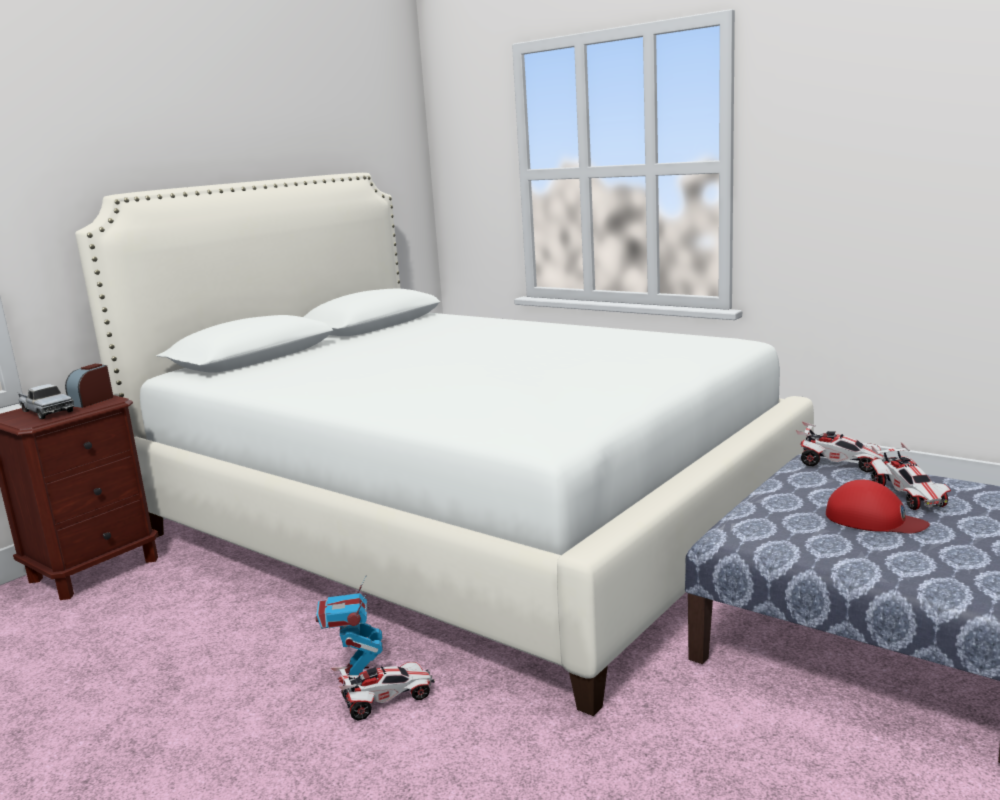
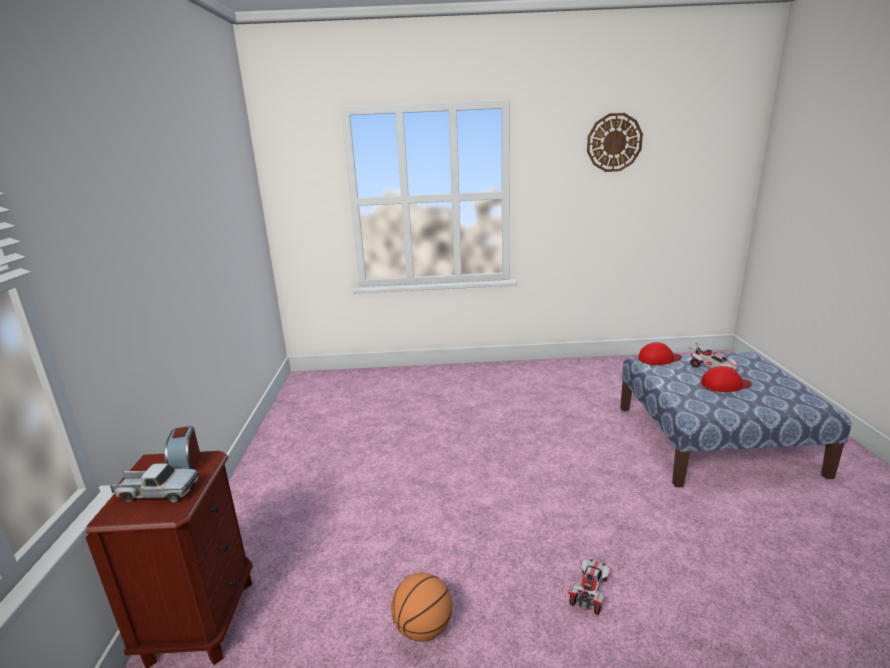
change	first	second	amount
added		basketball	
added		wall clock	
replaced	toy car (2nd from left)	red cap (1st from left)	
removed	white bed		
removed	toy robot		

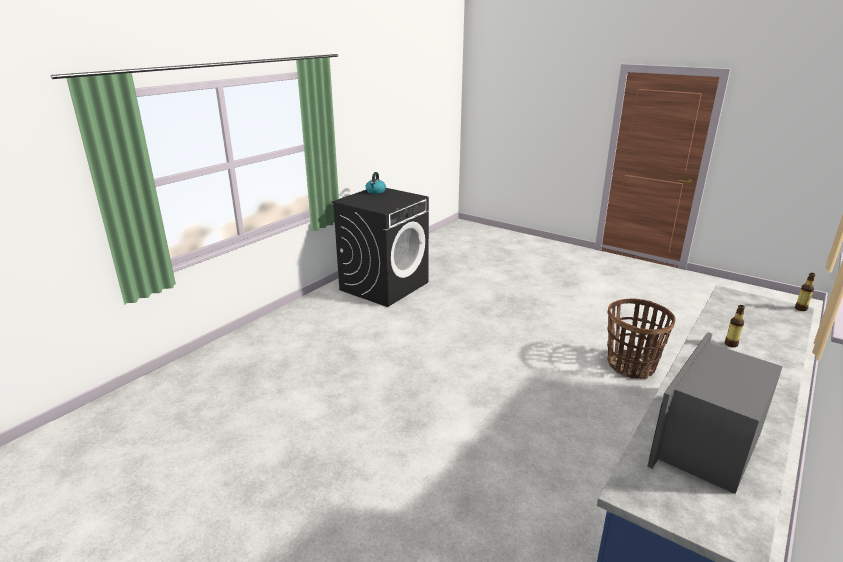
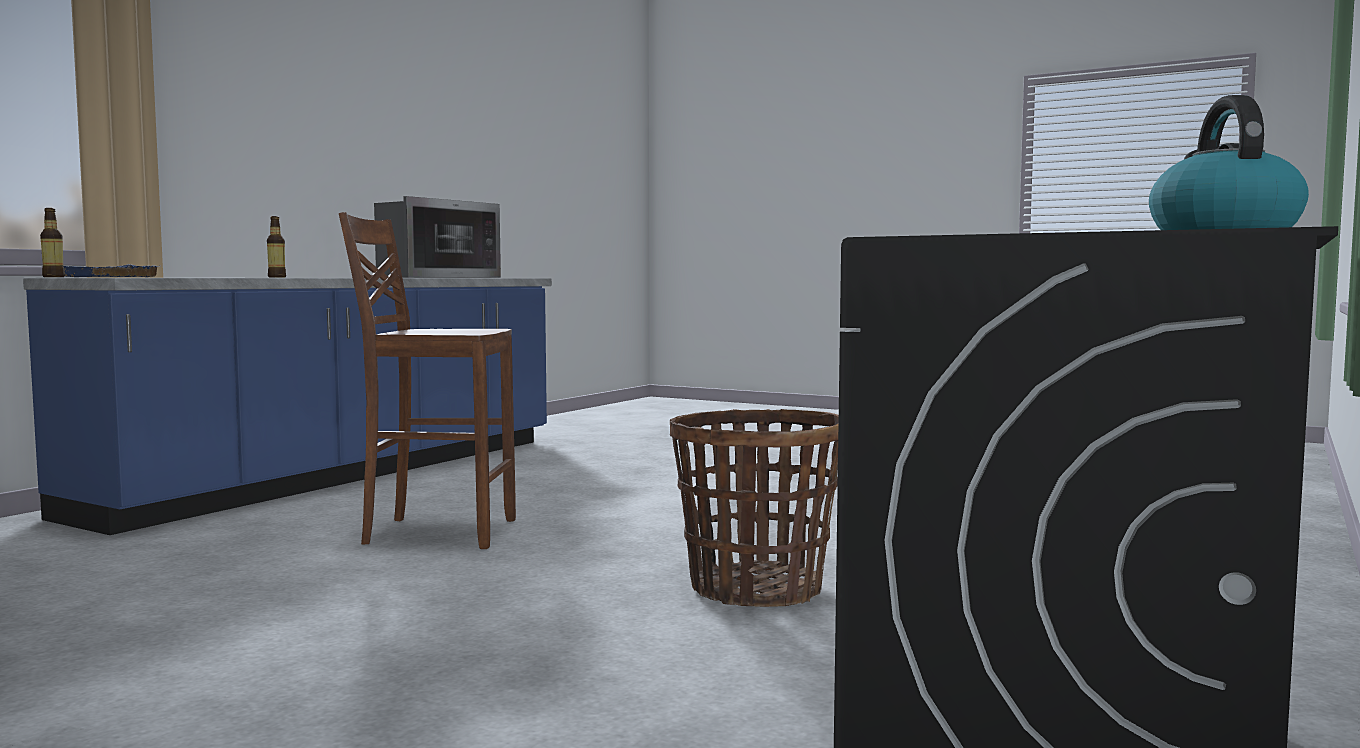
change	first	second	amount
added		blue tray	
added		brown stool	
moved	basket		

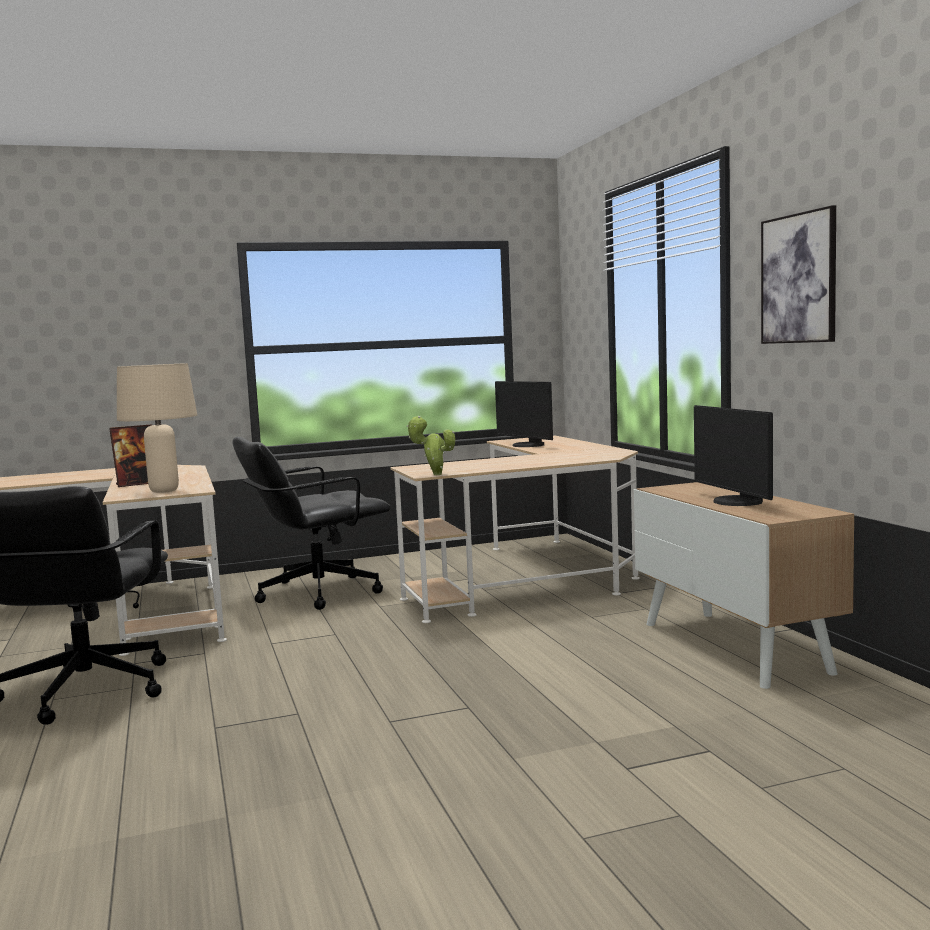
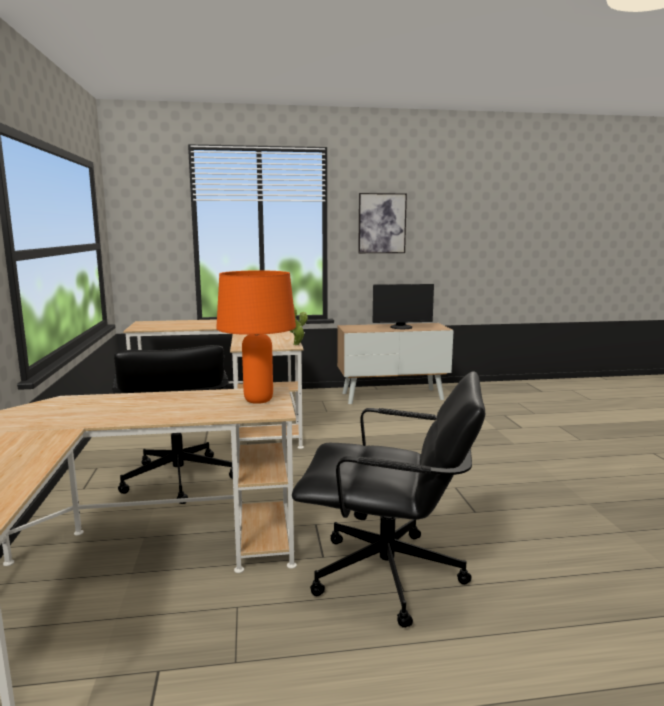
change	first	second	amount
recoloured	beige table lamp	orange table lamp	
removed	picture frame		
removed	monitor (1st from left)		

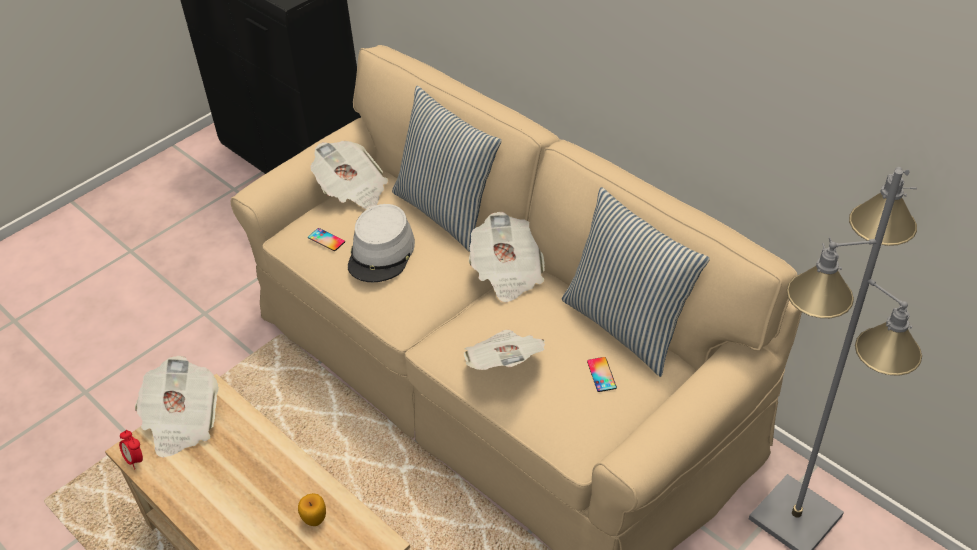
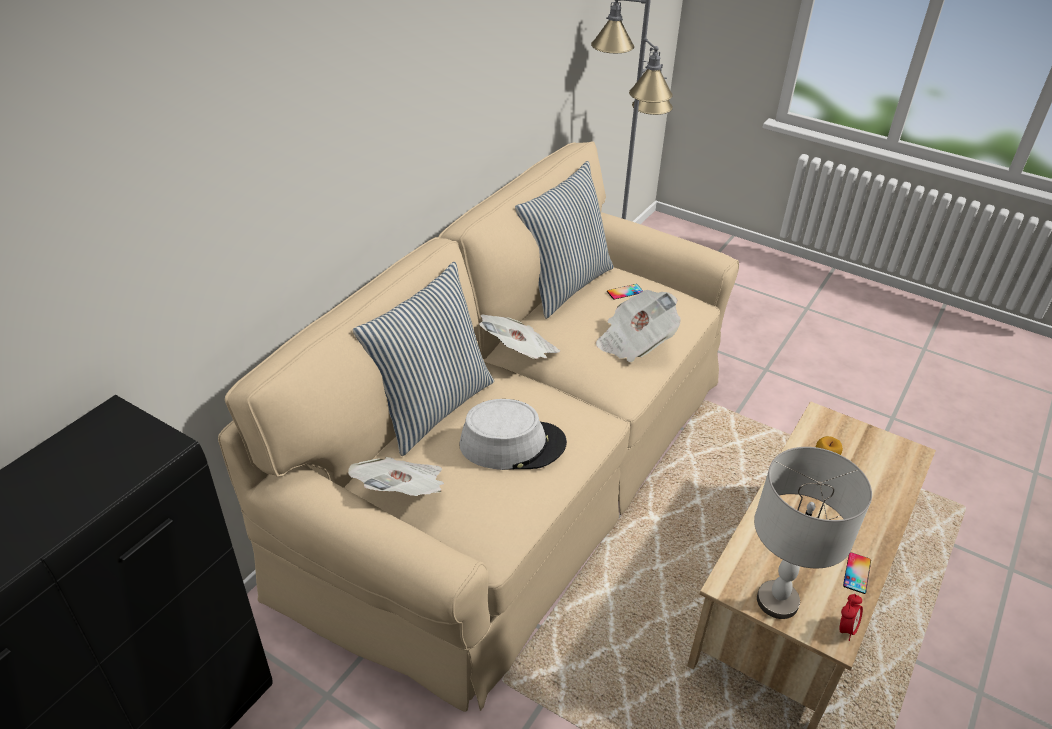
change	first	second	amount
replaced	newspaper (1st from left)	grey table lamp	
moved	phone (1st from left in the first image)	phone (2nd from left)	

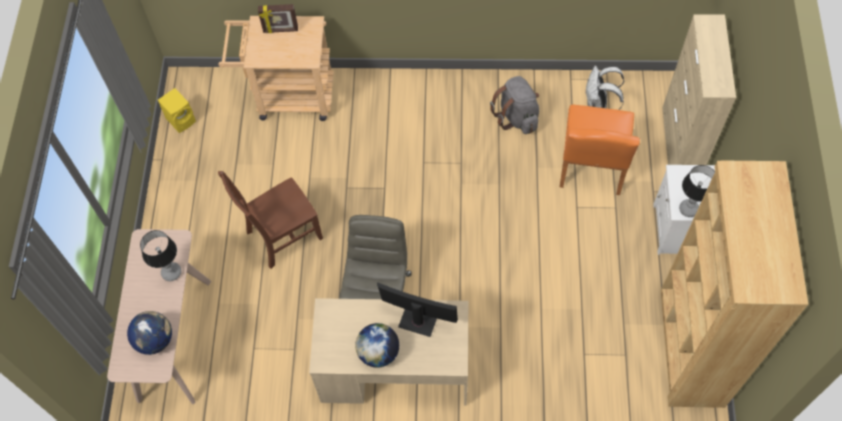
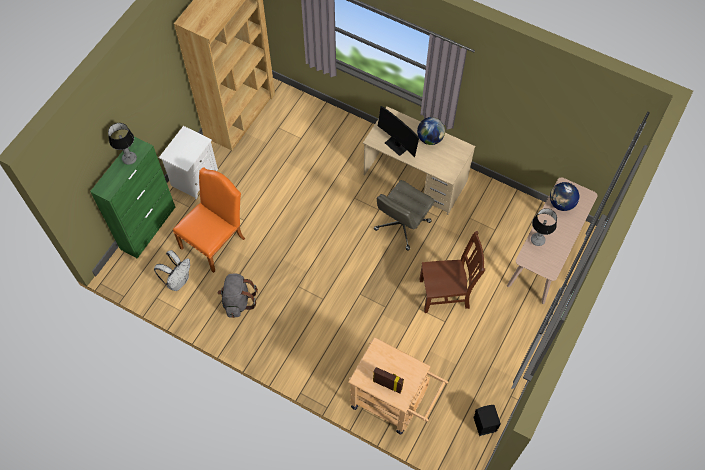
change	first	second	amount
recoloured	beige cabinet	green cabinet	
moved	table lamp (2nd from left in the first image)	table lamp (1st from left)	
recoloured	yellow speaker	black speaker	

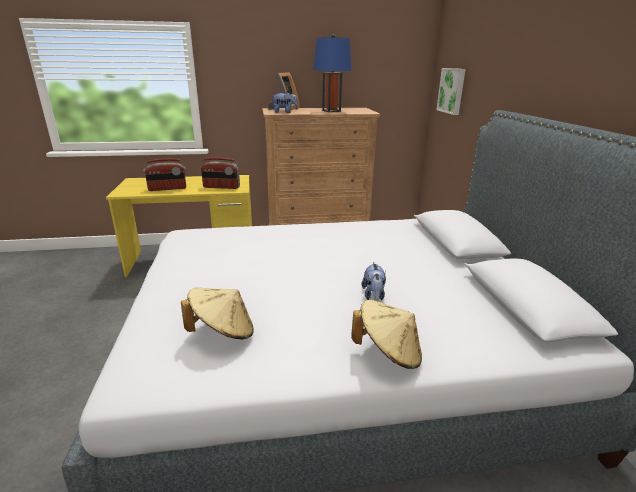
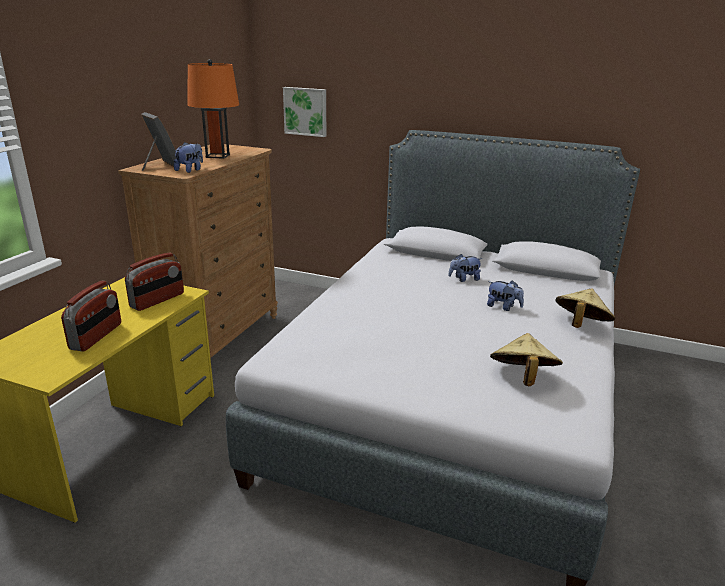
change	first	second	amount
recoloured	blue table lamp	orange table lamp	
added		plush toy (2nd from left)	

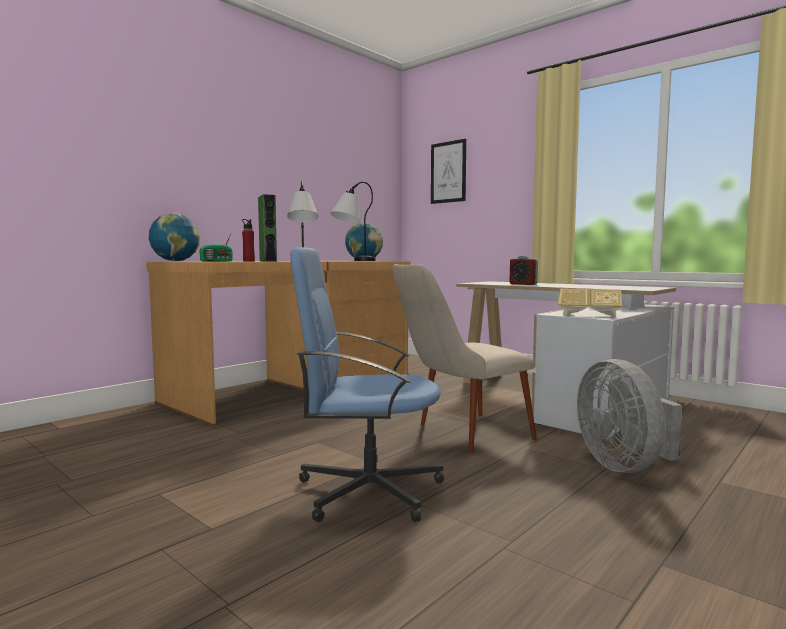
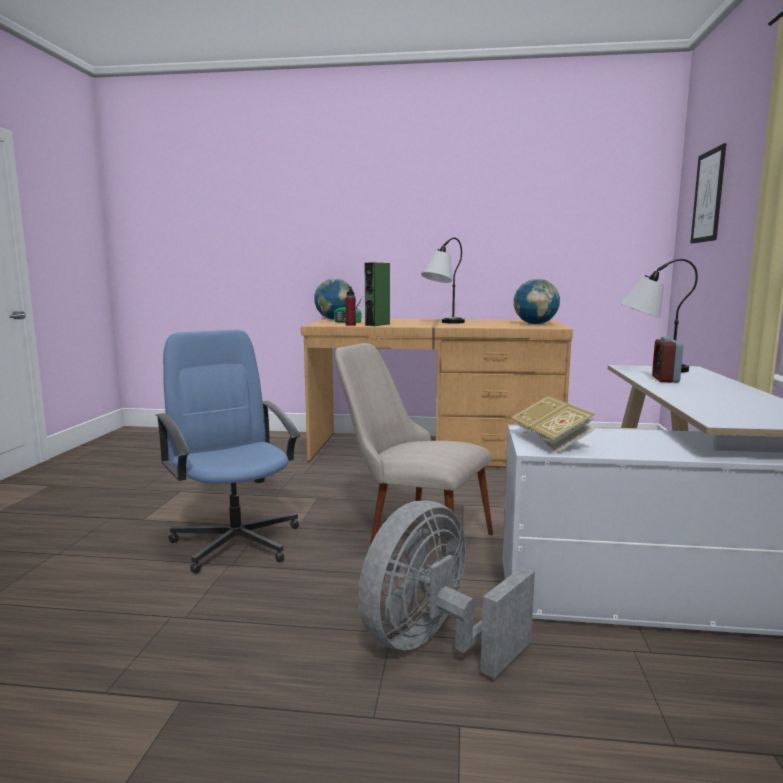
change	first	second	amount
moved	table lamp (2nd from left)		

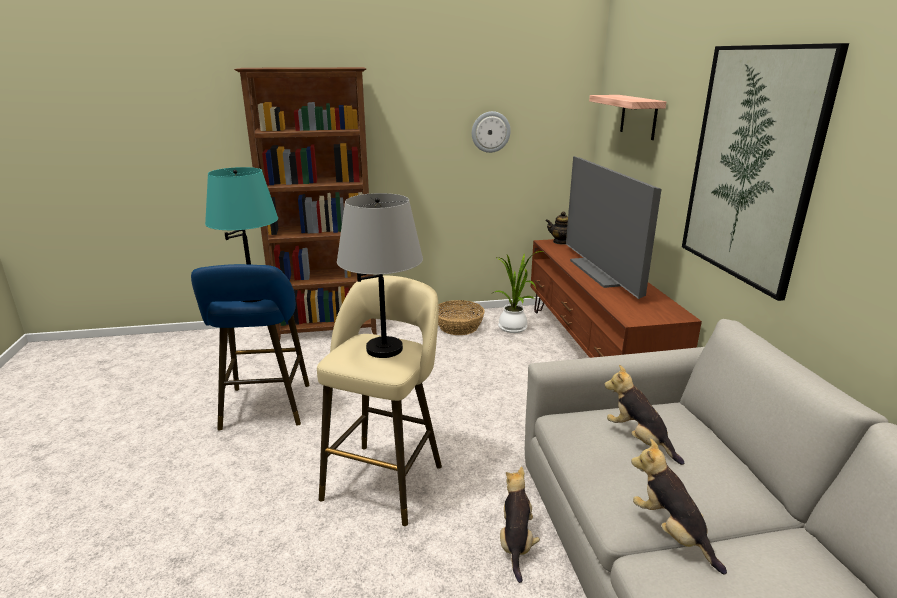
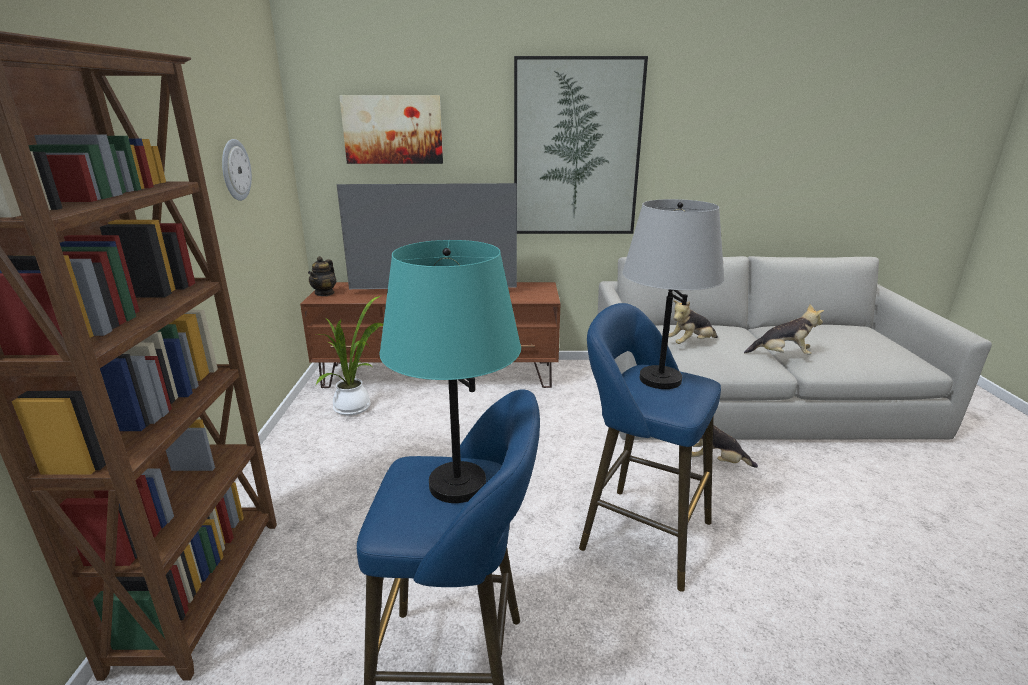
change	first	second	amount
replaced	shelf	picture (1st from left)	
recoloured	beige stool	blue stool (2nd from left)	
turned	plush toy (3rd from left)		150 degrees counterclockwise
removed	basket		

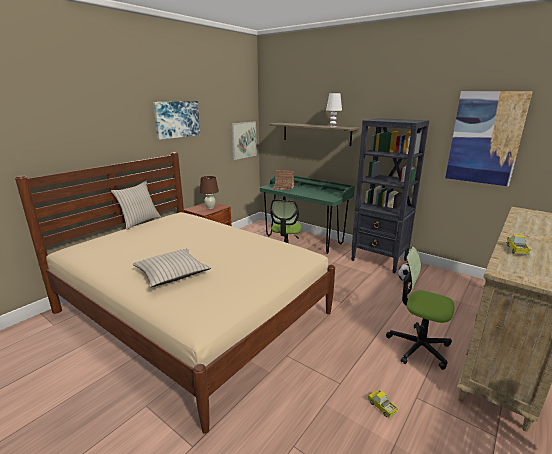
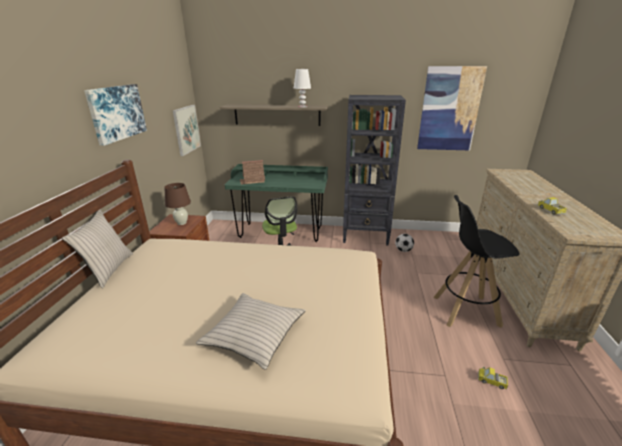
change	first	second	amount
replaced	office chair (2nd from left)	black stool	

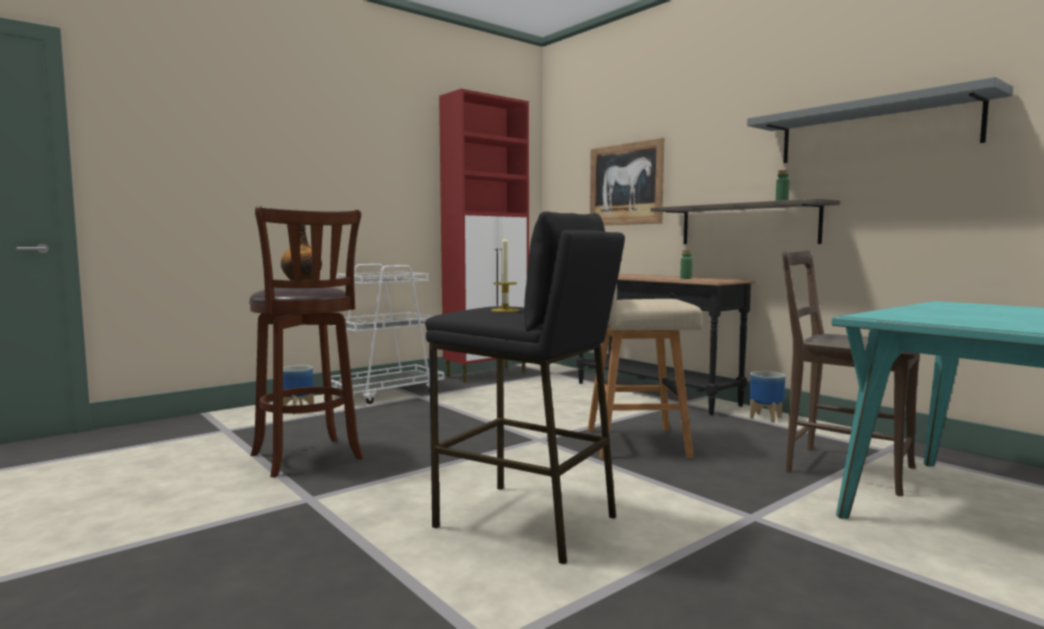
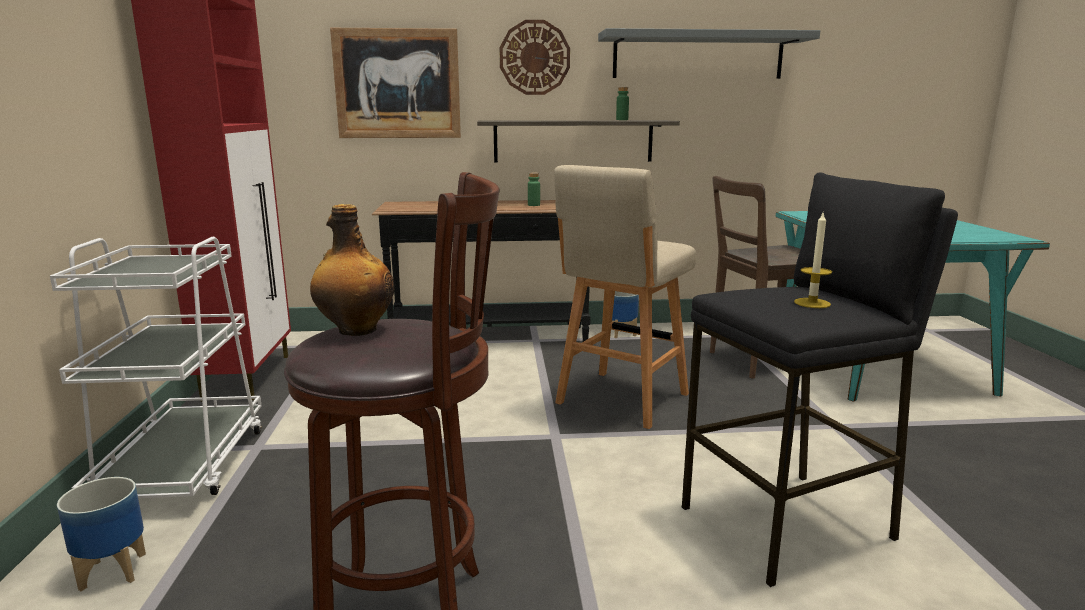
change	first	second	amount
added		wall clock	

